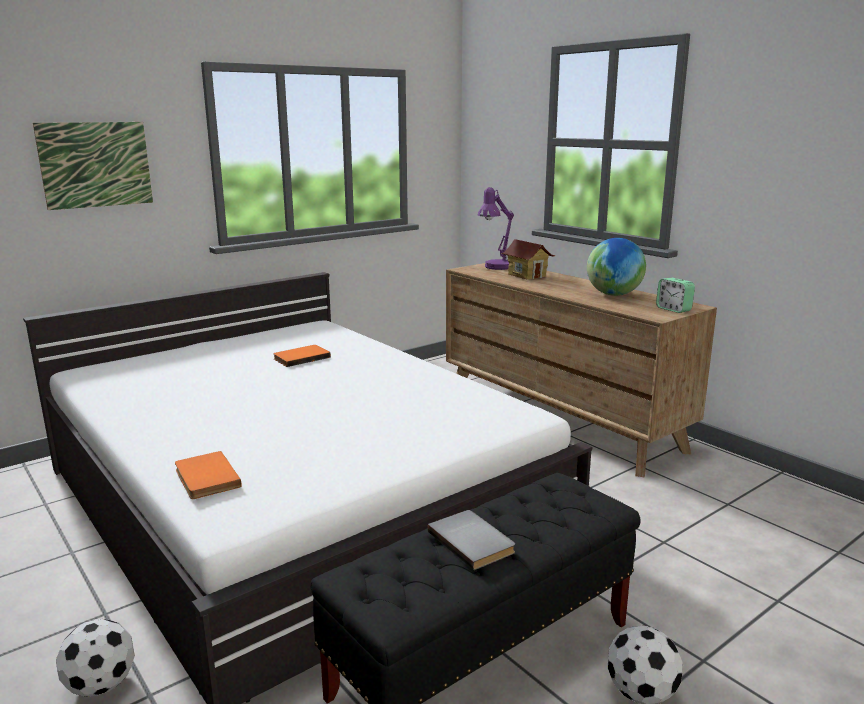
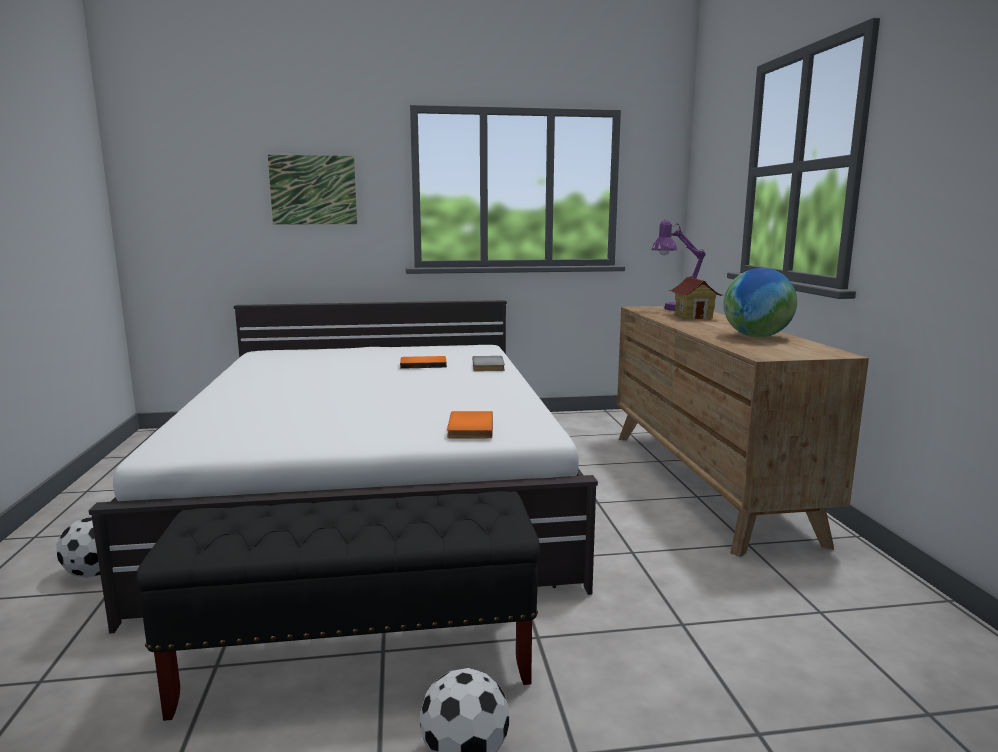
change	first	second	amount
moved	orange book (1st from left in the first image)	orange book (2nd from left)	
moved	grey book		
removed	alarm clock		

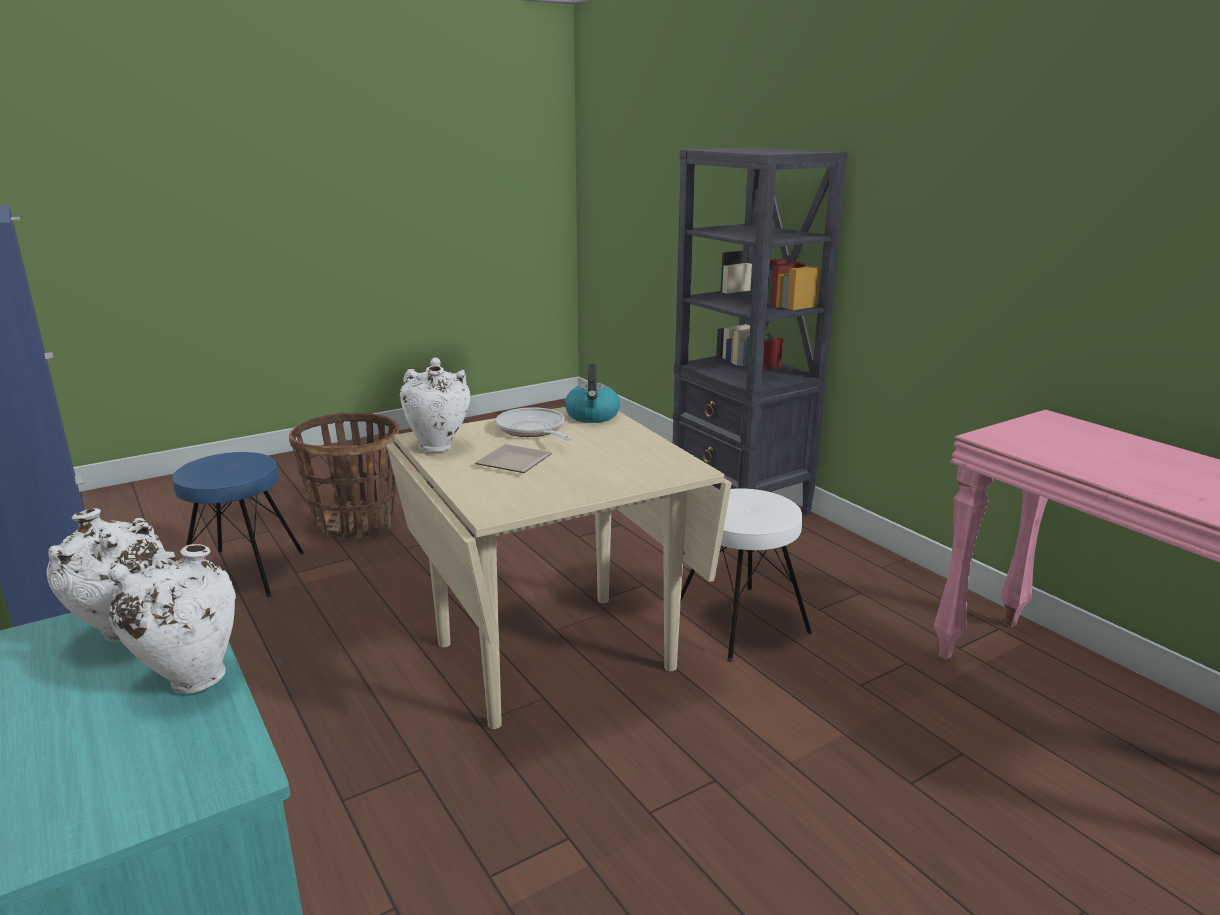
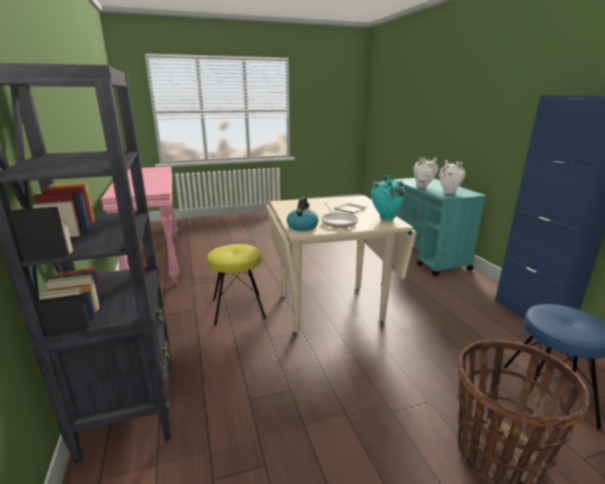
change	first	second	amount
recoloured	white stool	yellow stool	
recoloured	white vase (3rd from left)	turquoise vase	

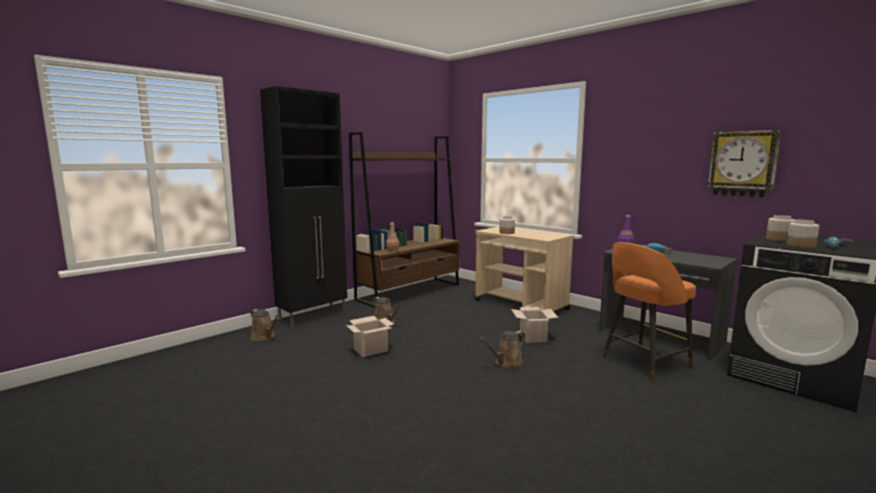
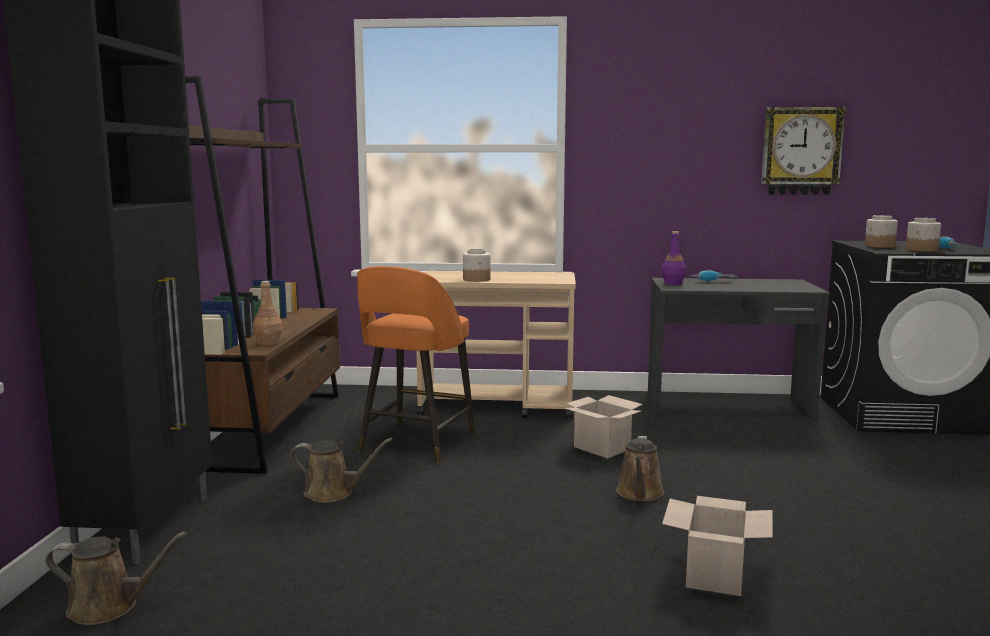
change	first	second	amount
moved	orange stool		
moved	cardboard box (1st from left in the first image)	cardboard box (2nd from left)	

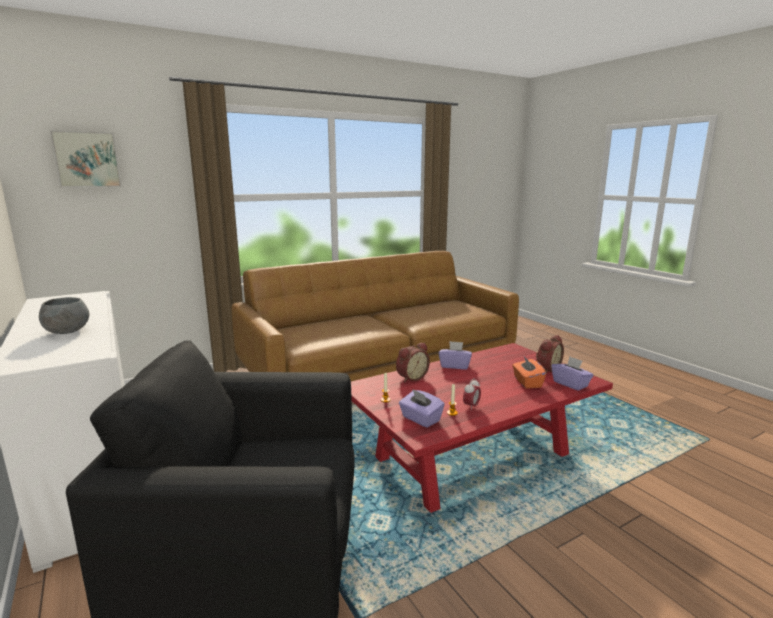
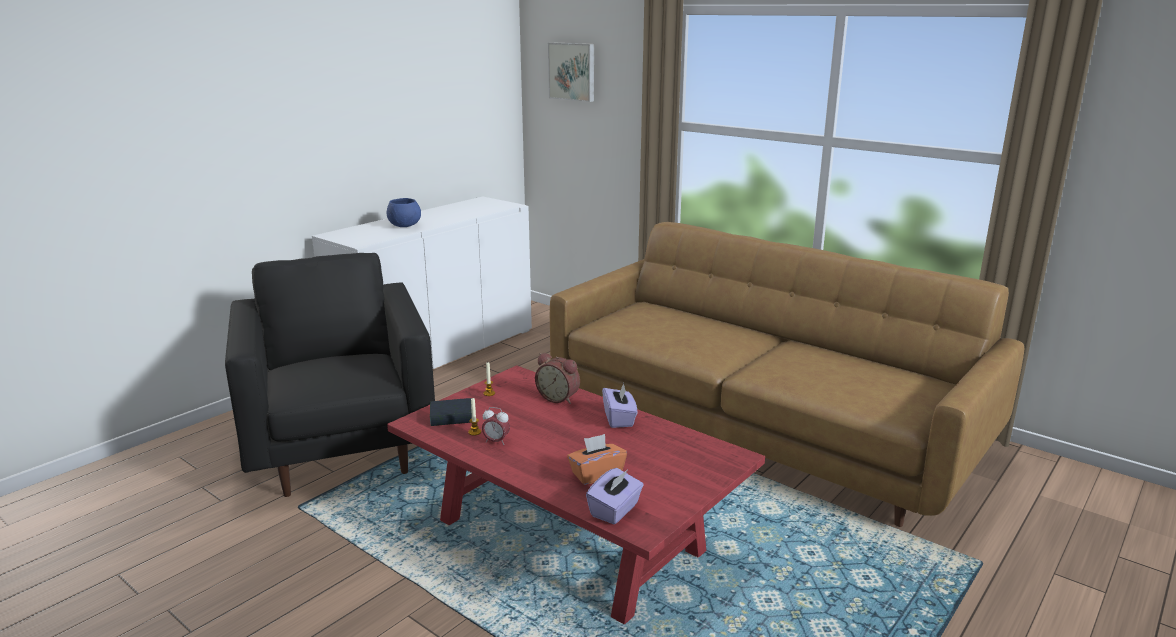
change	first	second	amount
recoloured	grey bowl	blue bowl	
replaced	purple tissue box (1st from left)	book	
removed	alarm clock (3rd from left)		

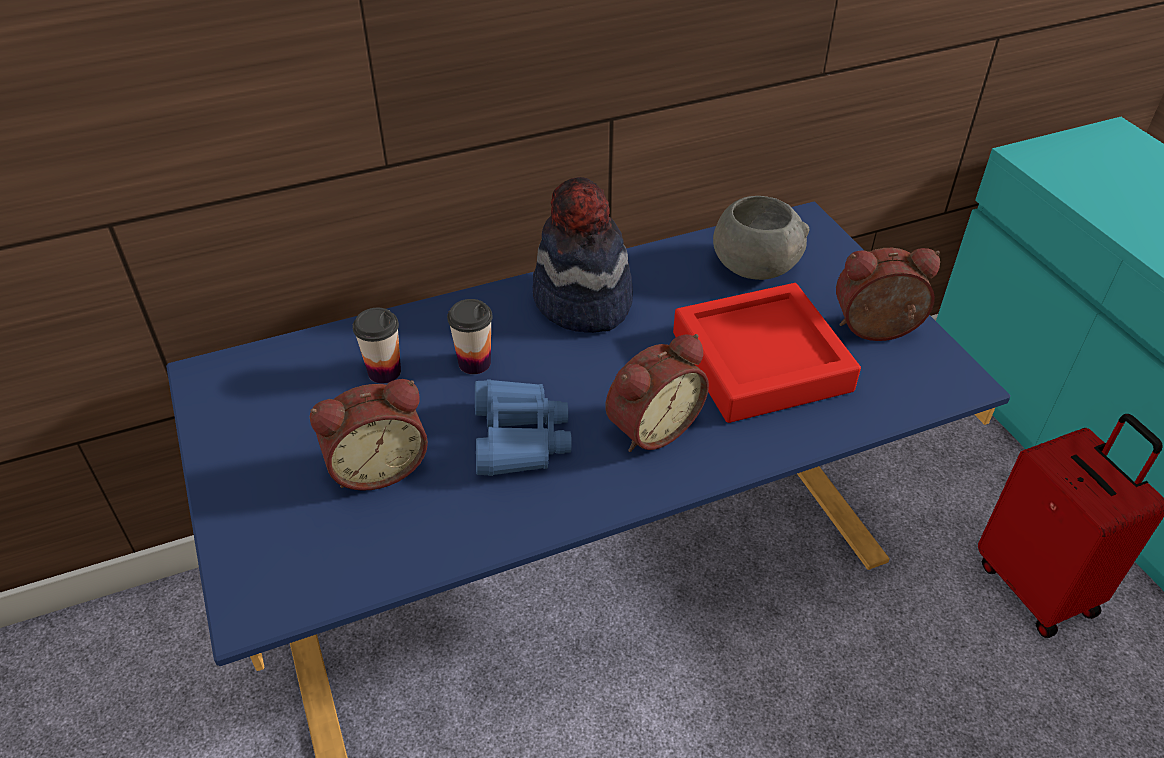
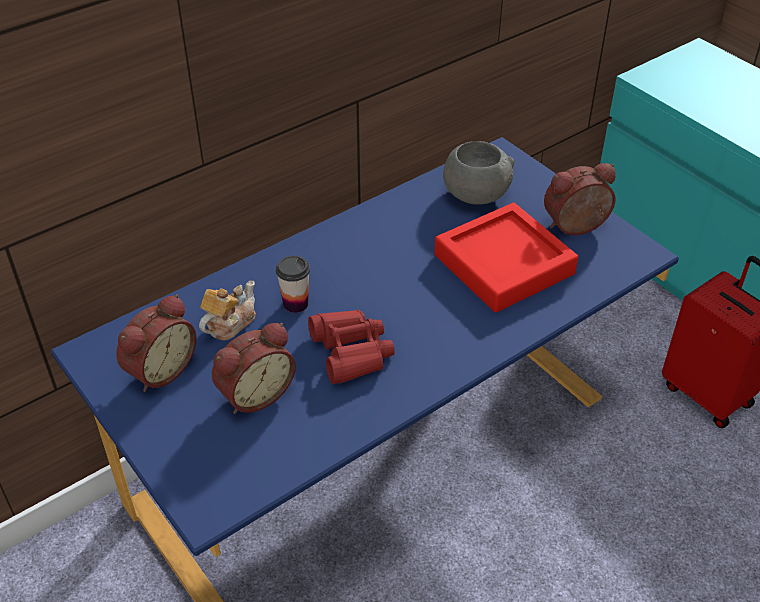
change	first	second	amount
moved	alarm clock (2nd from left in the first image)	alarm clock (1st from left)	
replaced	cup (1st from left)	teapot	
recoloured	blue binoculars	red binoculars	
removed	hat		

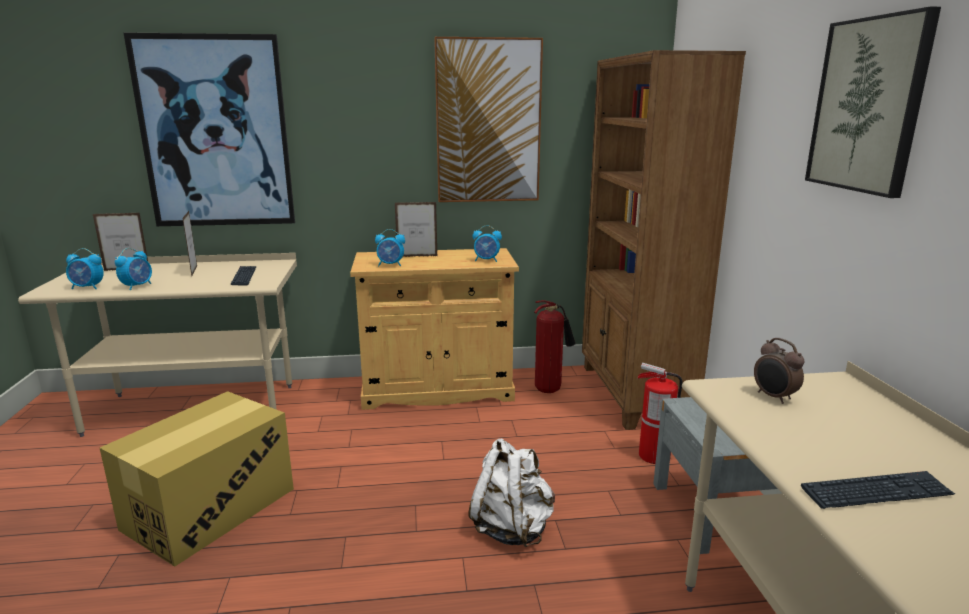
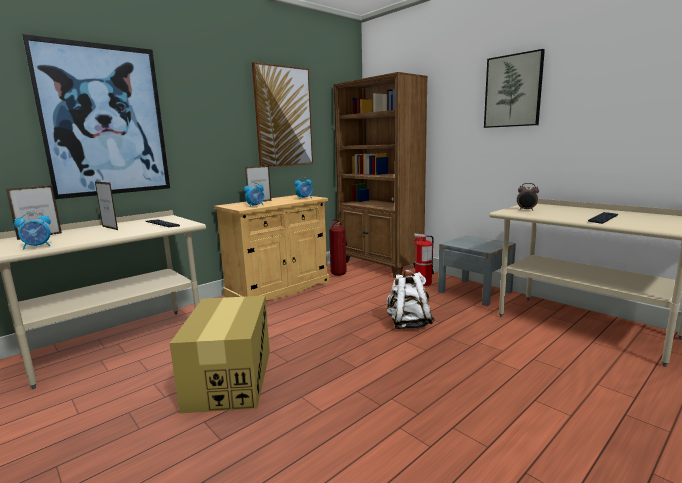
change	first	second	amount
removed	alarm clock (2nd from left)		

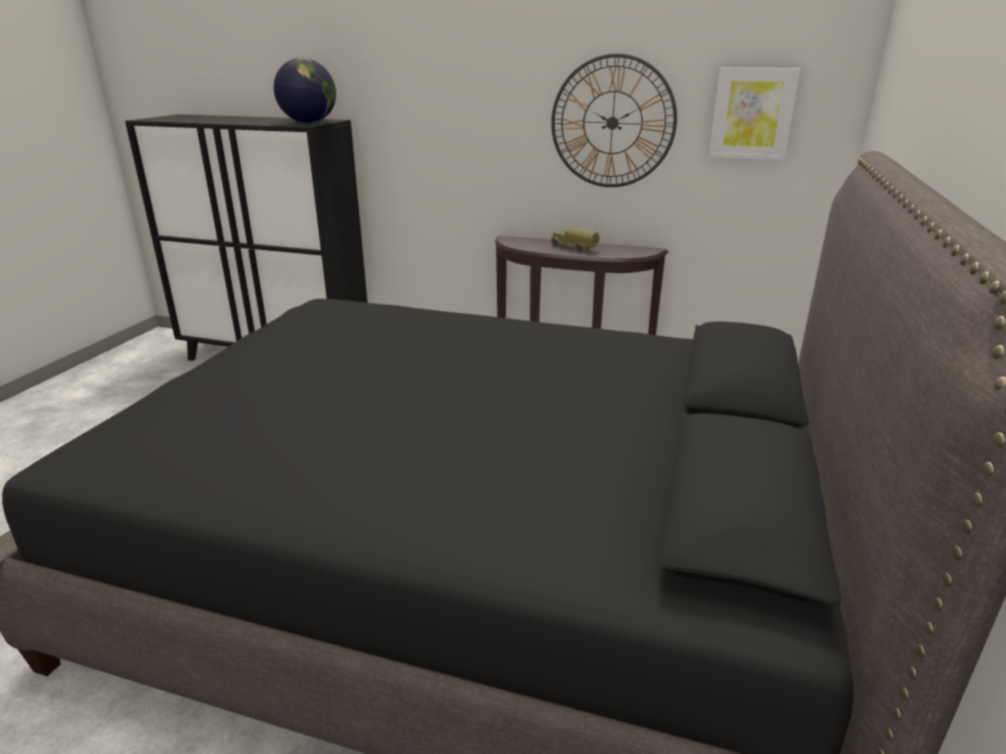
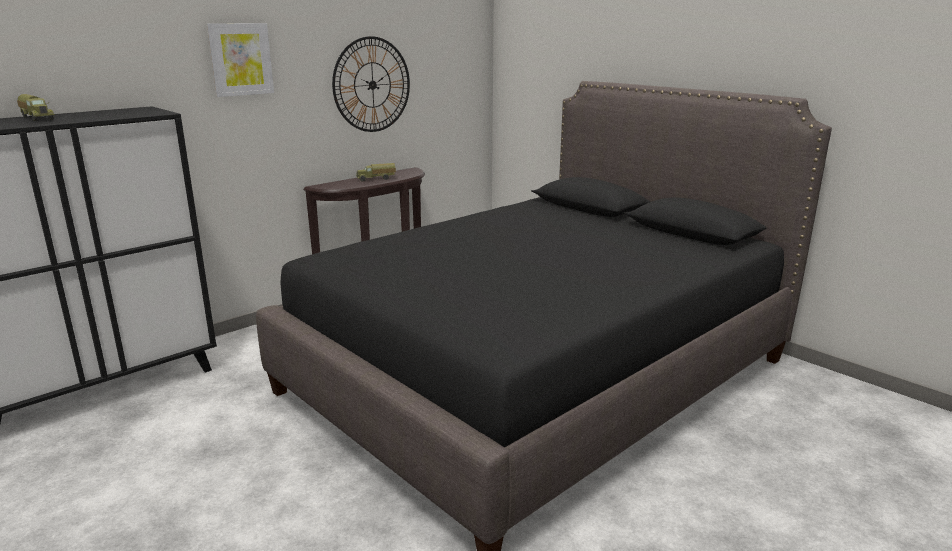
change	first	second	amount
added		toy truck (1st from left)	
moved	picture		
removed	globe		

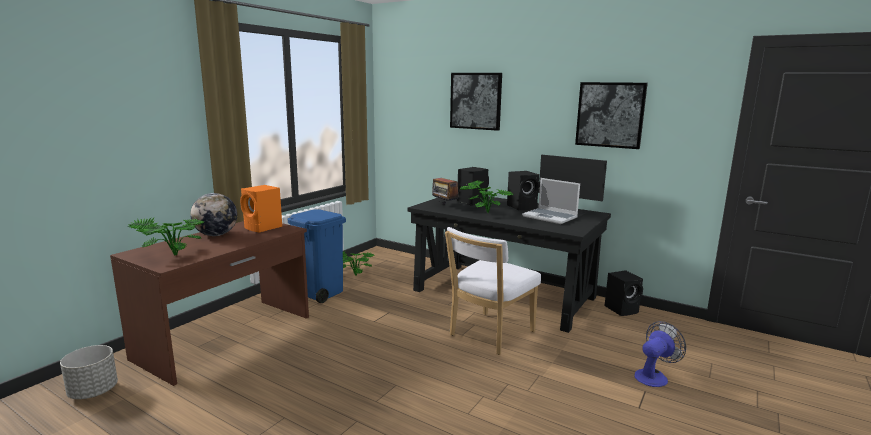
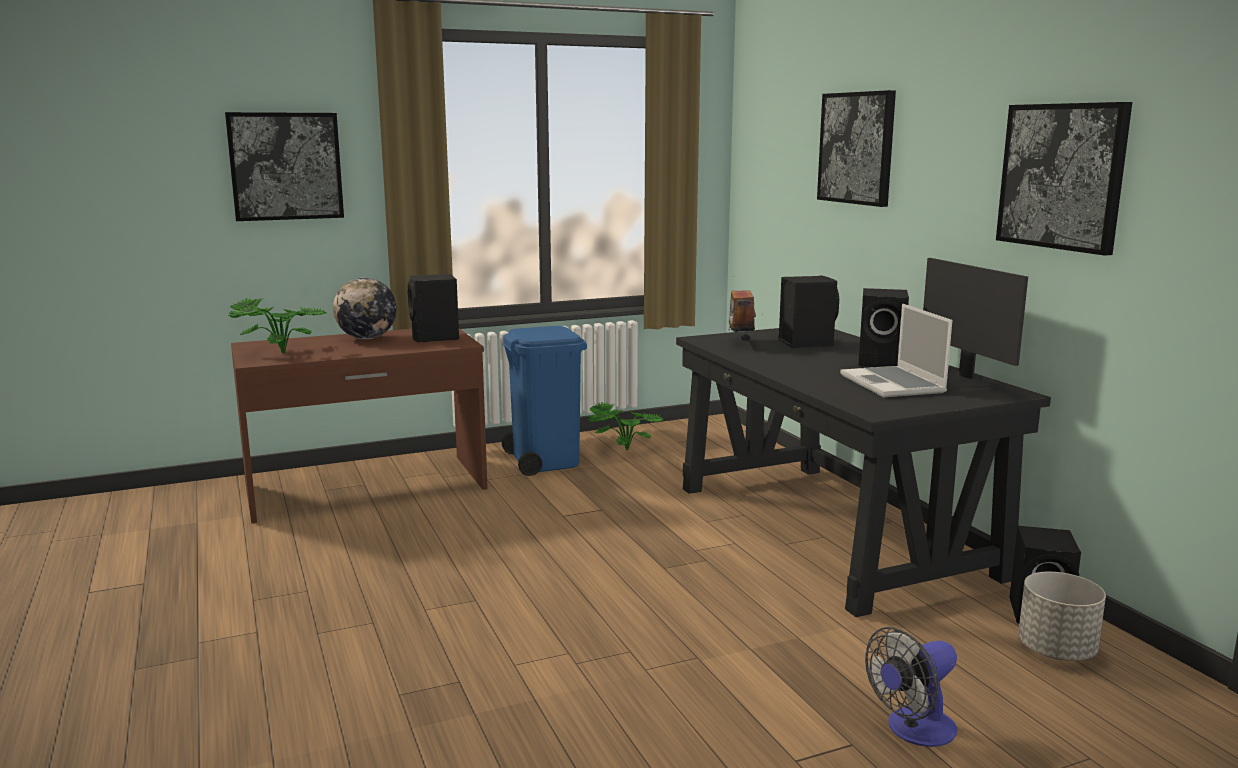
change	first	second	amount
added		picture (1st from left)	
recoloured	orange speaker	black speaker (1st from left)	
turned	fan		150 degrees clockwise
moved	grey planter		
removed	white chair		
removed	potted plant (3rd from left)		

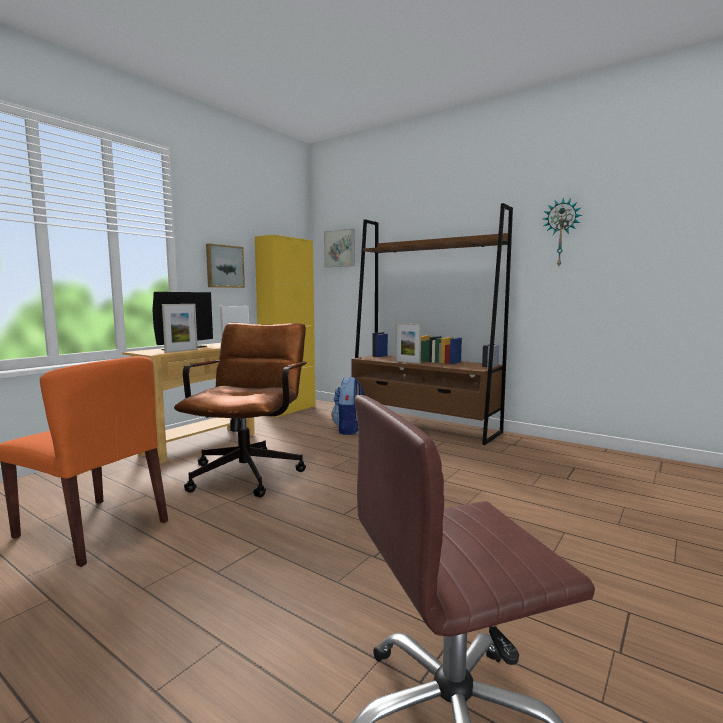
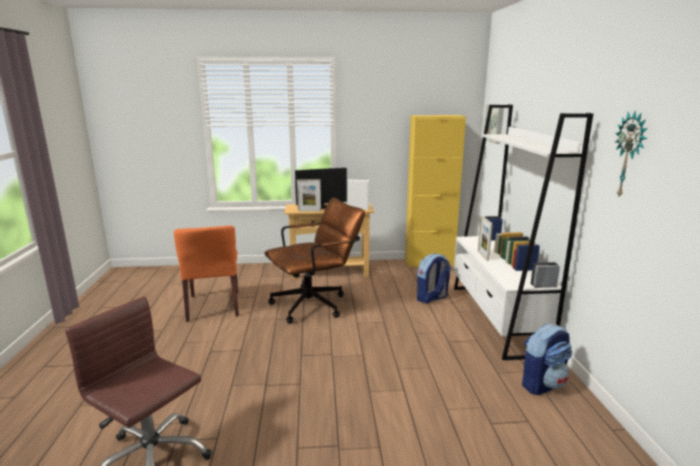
change	first	second	amount
recoloured	brown bookcase	white bookcase	
added		backpack (2nd from left)	
removed	picture (1st from left)		

